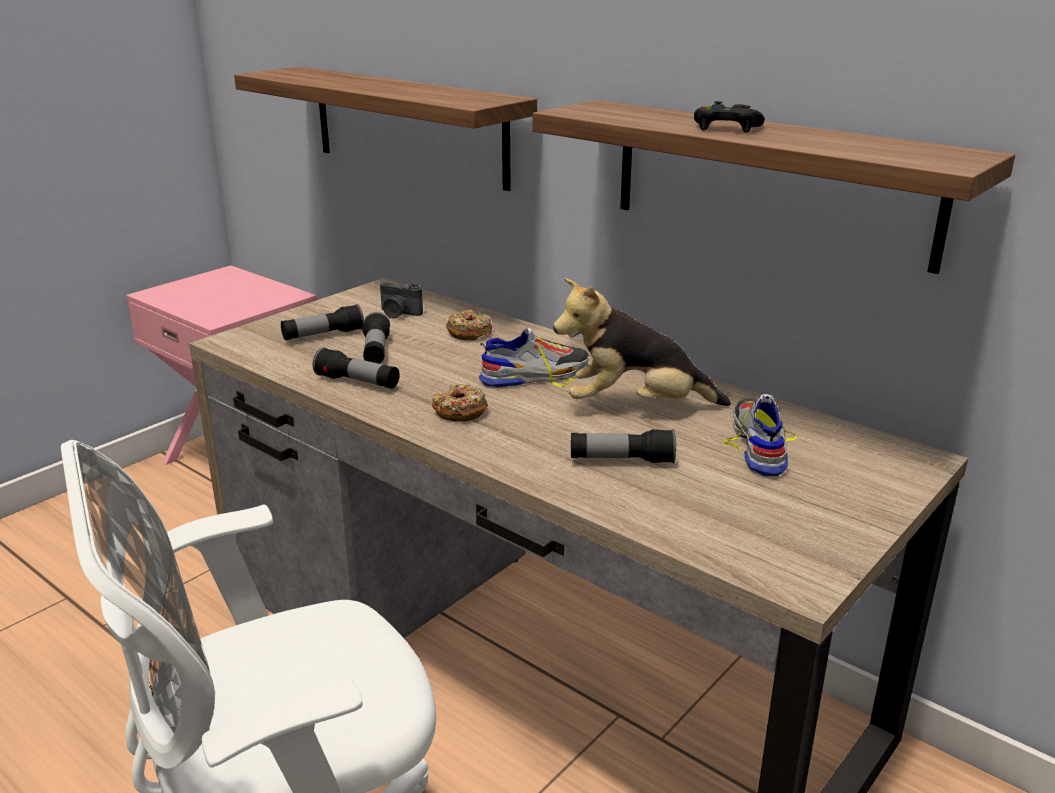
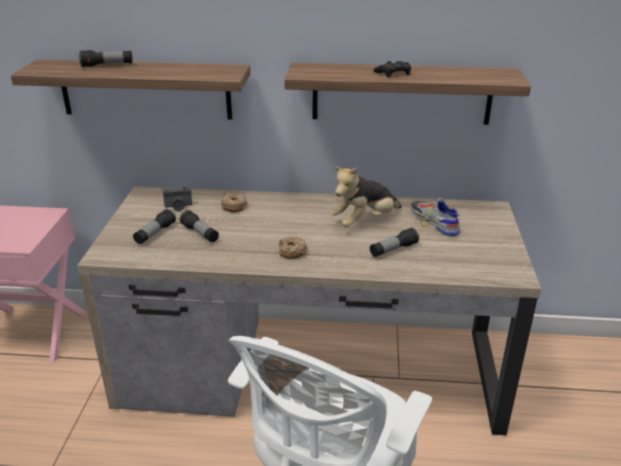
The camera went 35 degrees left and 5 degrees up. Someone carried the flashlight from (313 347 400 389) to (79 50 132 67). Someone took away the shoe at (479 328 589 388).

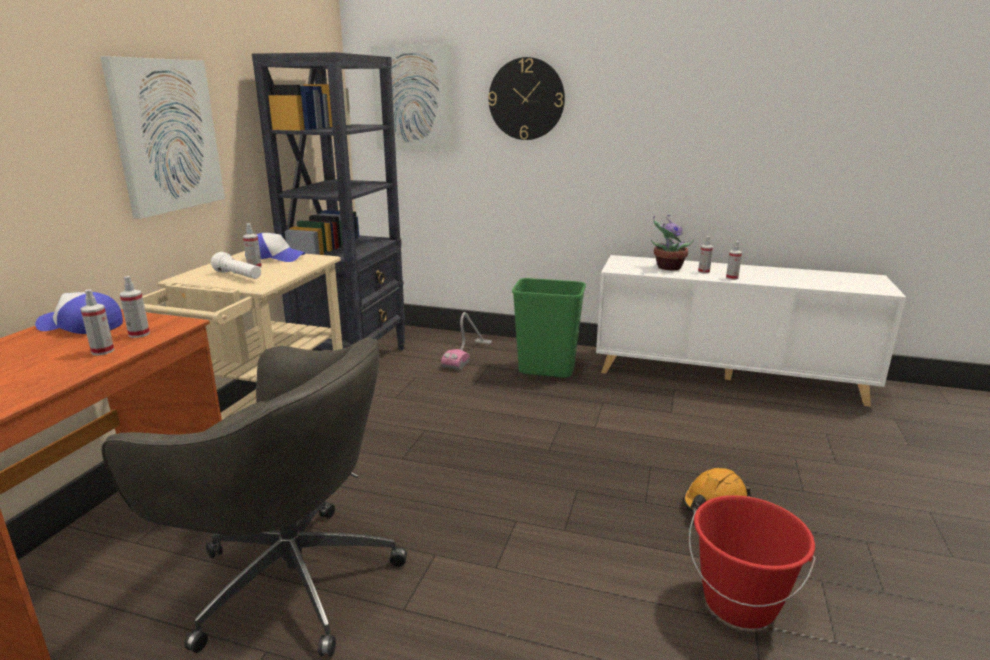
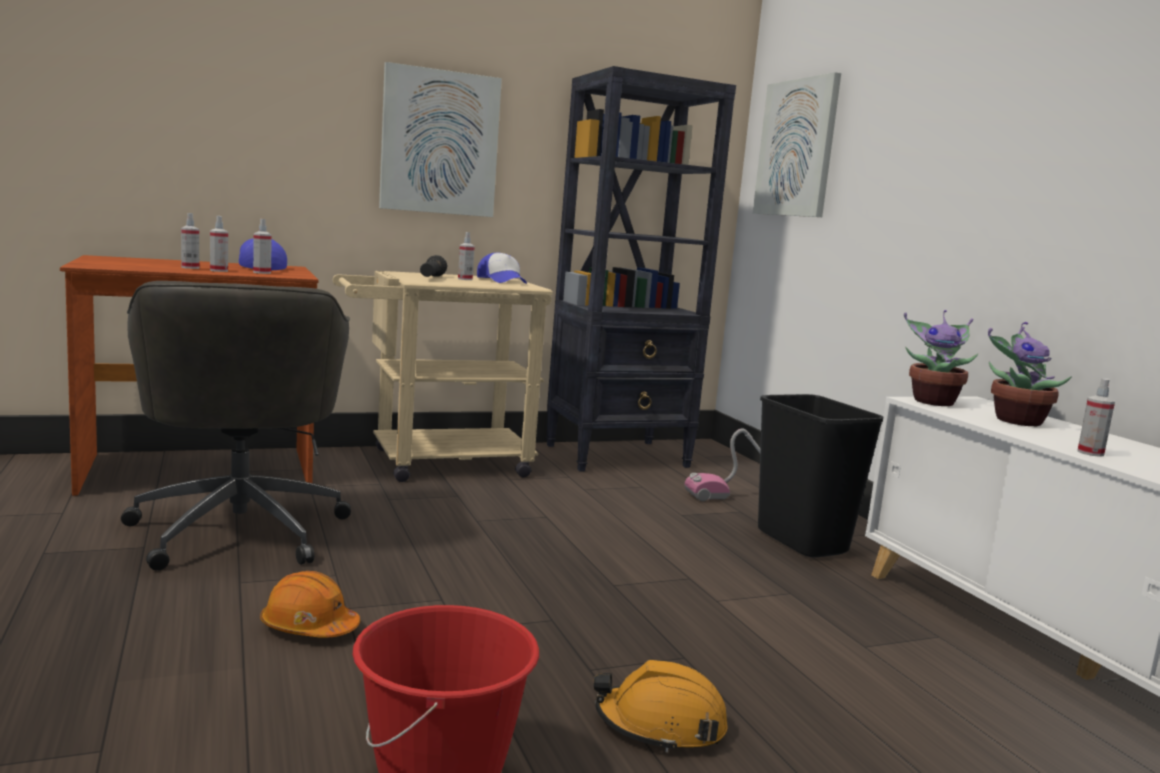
The camera went 50 degrees right and 10 degrees down. Someone repainted the white_flashlight at (211 252 261 279), which became the black_flashlight at (420 255 447 277). Someone took away the wall_clock at (488 57 565 140). Someone repainted the green_trash_can at (512 278 586 378), which became the black_trash_can at (758 394 884 558). Someone carried the spray_bottle from (698 236 713 274) to (181 213 199 269). Someone put down the orange_hard_hat at (260 571 360 638). Someone put down the potted_plant at (904 310 979 406).

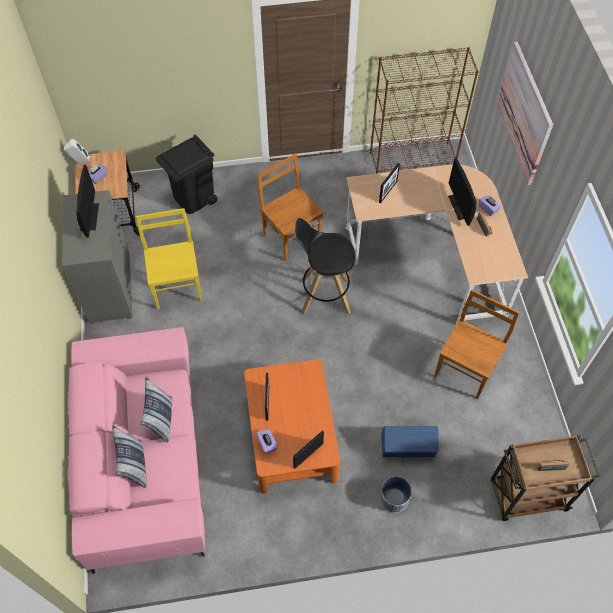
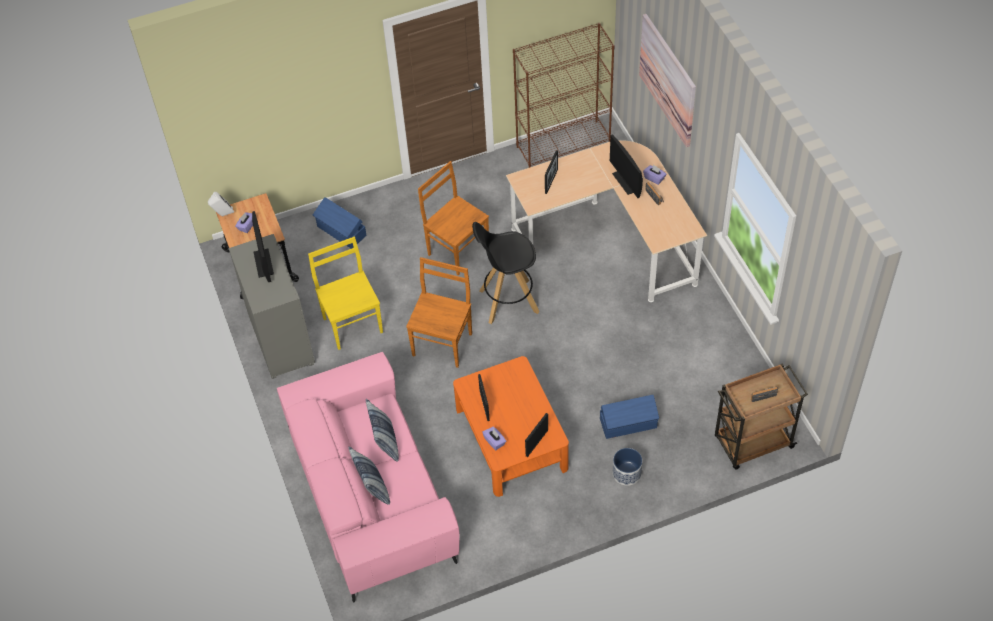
The camera went 10 degrees left and 5 degrees down. Someone swapped the black_trash_can at (156 135 218 214) for the blue_storage_box at (313 197 366 249). Someone carried the brown_chair from (434 290 520 399) to (406 257 472 368).

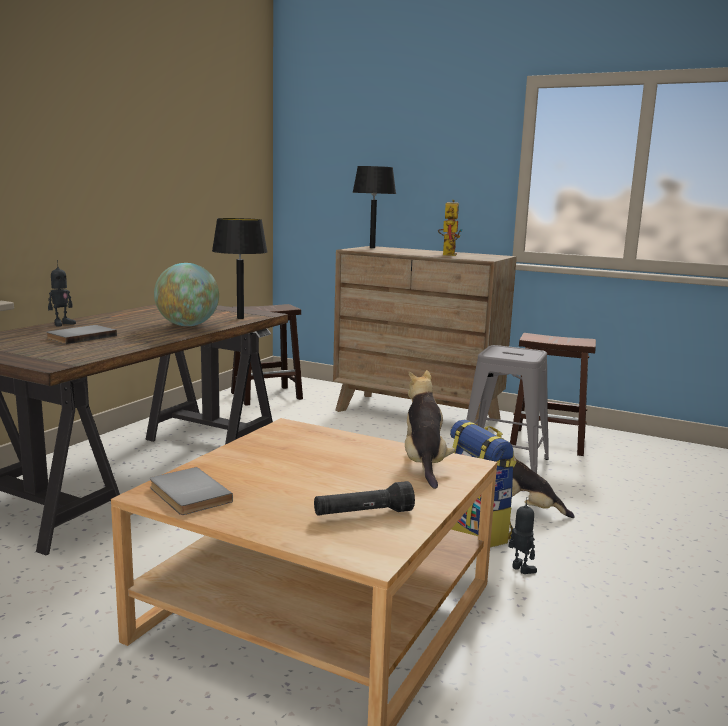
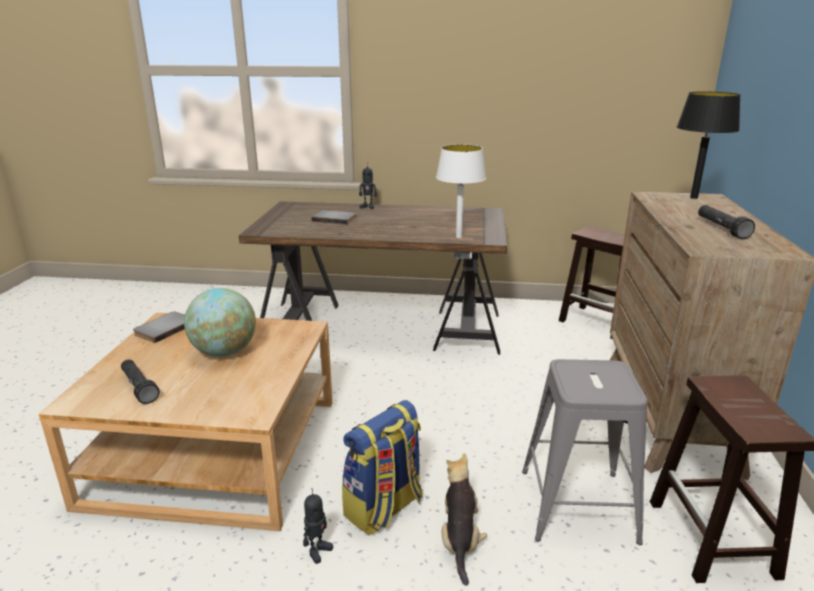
The camera went 70 degrees right and 10 degrees up. Someone carried the globe from (154 263 219 326) to (184 288 256 357). Someone repainted the black_table_lamp at (212 218 268 319), which became the white_table_lamp at (436 144 486 238). Someone took away the plush_toy at (405 370 455 489). Someone swapped the toy_robot at (438 200 462 256) for the black_flashlight at (698 205 755 239).

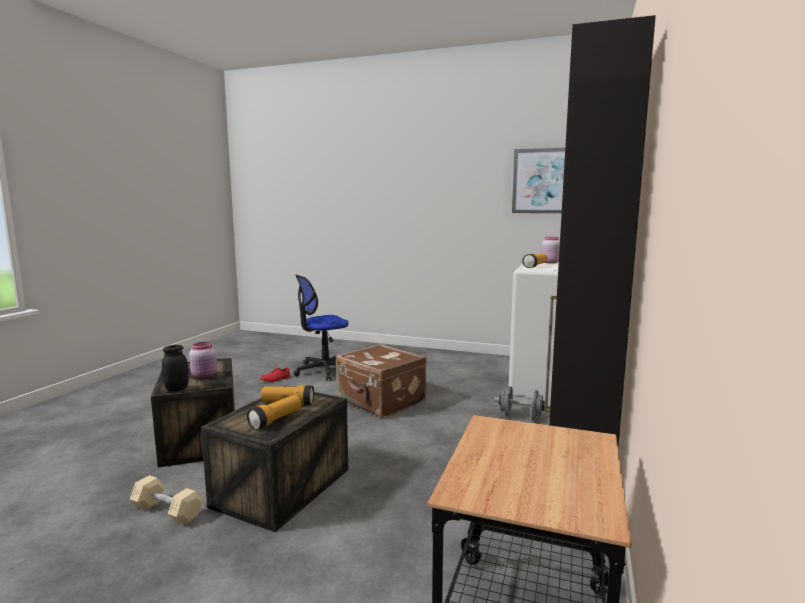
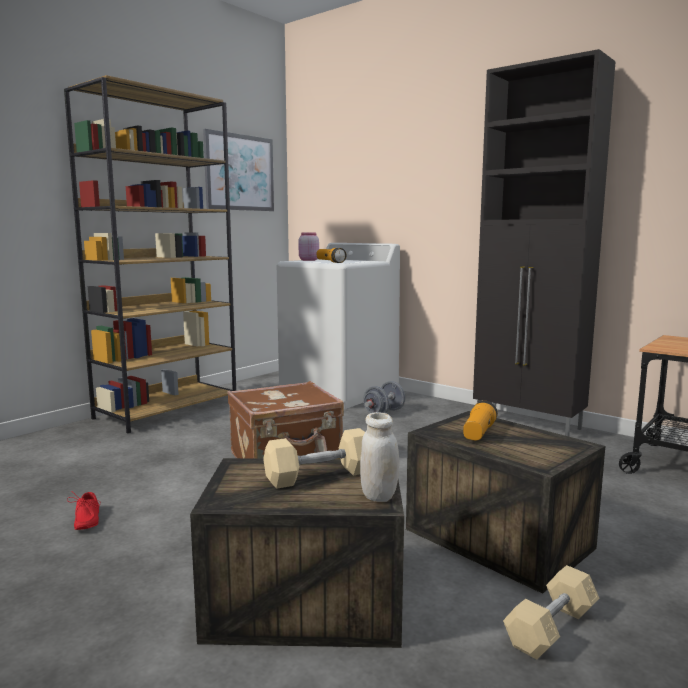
The camera went 70 degrees left and 0 degrees up. Someone repainted the black_jar at (162 345 189 392), which became the white_jar at (360 412 399 502). Someone swapped the pink_jar at (189 342 217 379) for the beige_dumbbell at (263 428 365 489). Someone took away the flashlight at (247 395 301 430). Someone took away the office_chair at (293 274 349 381). Someone put down the brown_bookcase at (64 75 236 433).

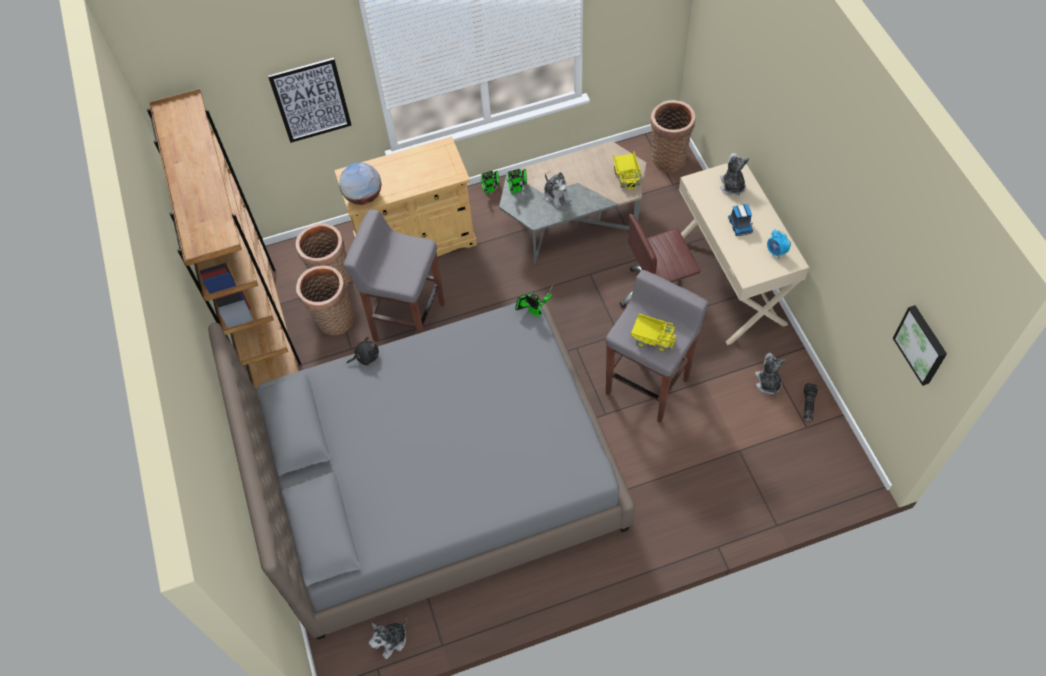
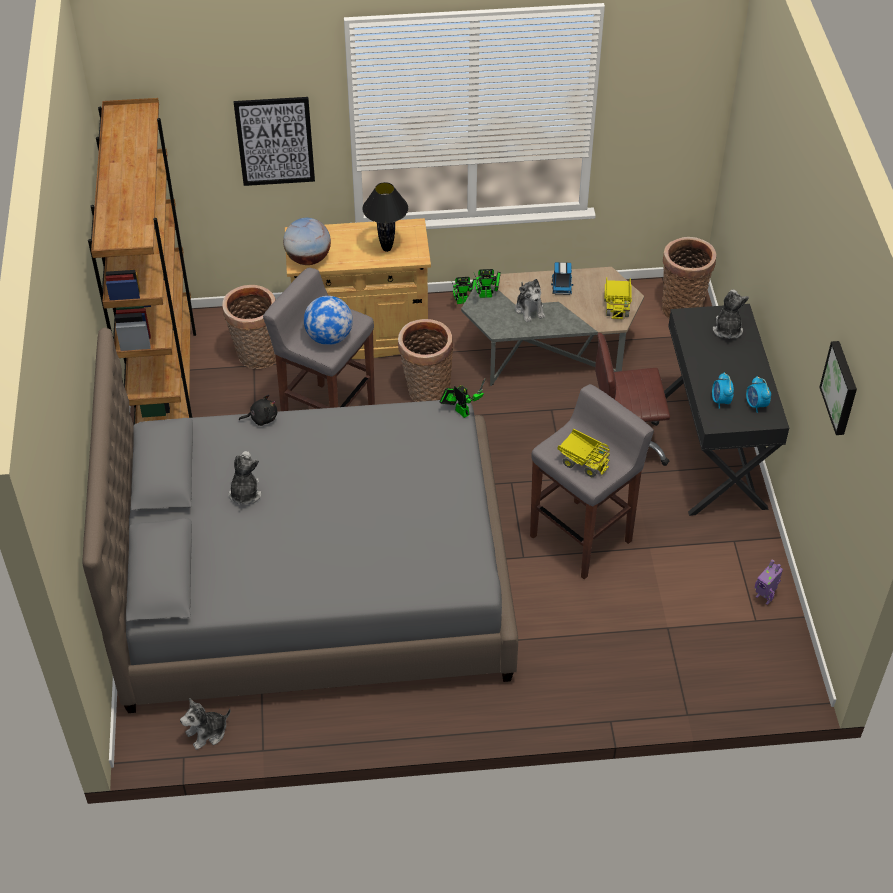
The camera went 10 degrees right and 10 degrees down. Someone carried the basket from (296 265 354 335) to (398 319 453 402). Someone repainted the beige_desk at (679 158 809 345), which became the black_desk at (664 304 789 516). Someone carried the toy_truck from (728 204 753 236) to (551 262 573 295). Someone carried the plush_toy from (755 353 785 396) to (229 451 262 505). Someone swapped the flashlight at (803 383 818 422) for the toy_robot at (754 560 783 605). Someone carried the picture from (893 305 947 386) to (819 341 857 435). Someone put down the globe at (304 296 353 345). Someone put down the black_table_lamp at (362 182 408 252). Someone put down the alarm_clock at (712 372 734 409).

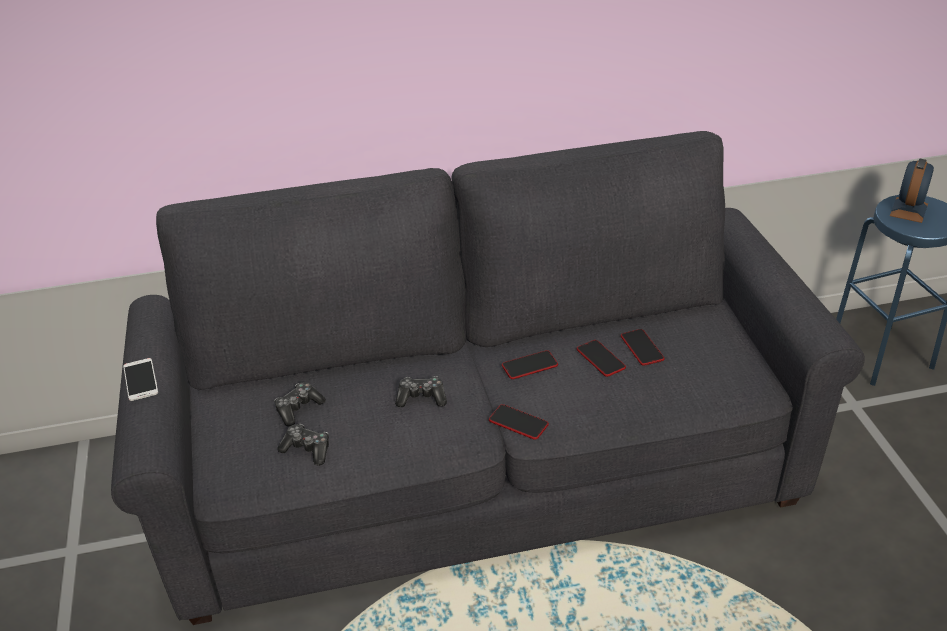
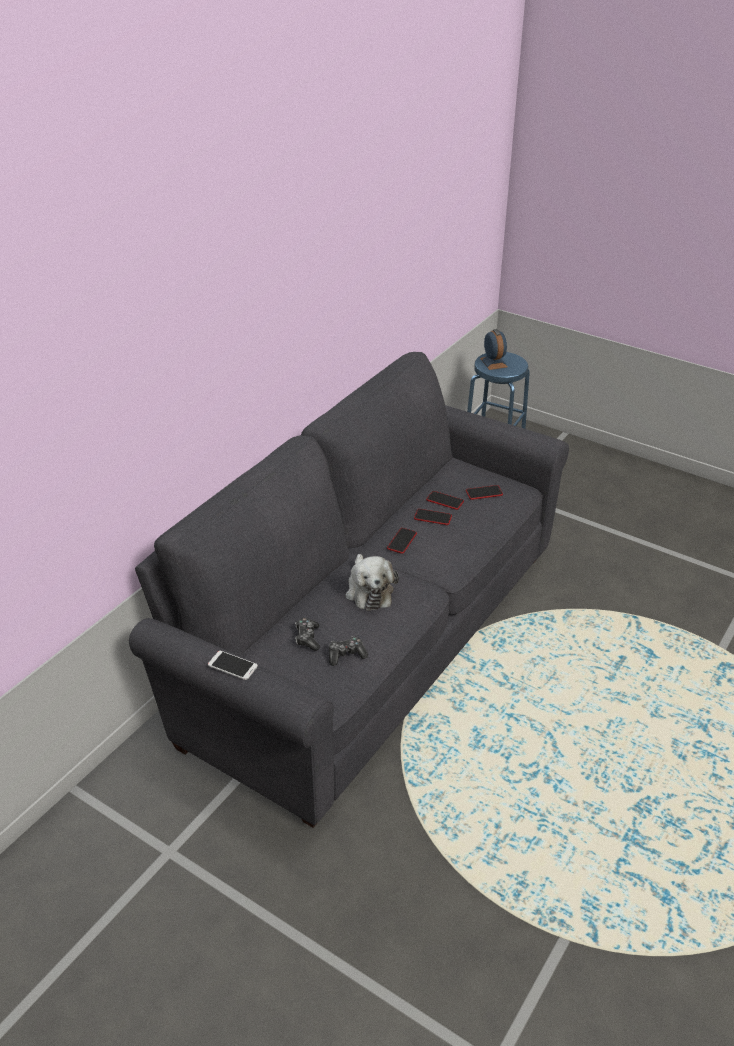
The camera went 45 degrees left and 0 degrees up. Someone swapped the game_controller at (395 376 447 407) for the plush_toy at (345 554 399 611). Someone carried the phone from (489 404 549 440) to (466 485 503 500).

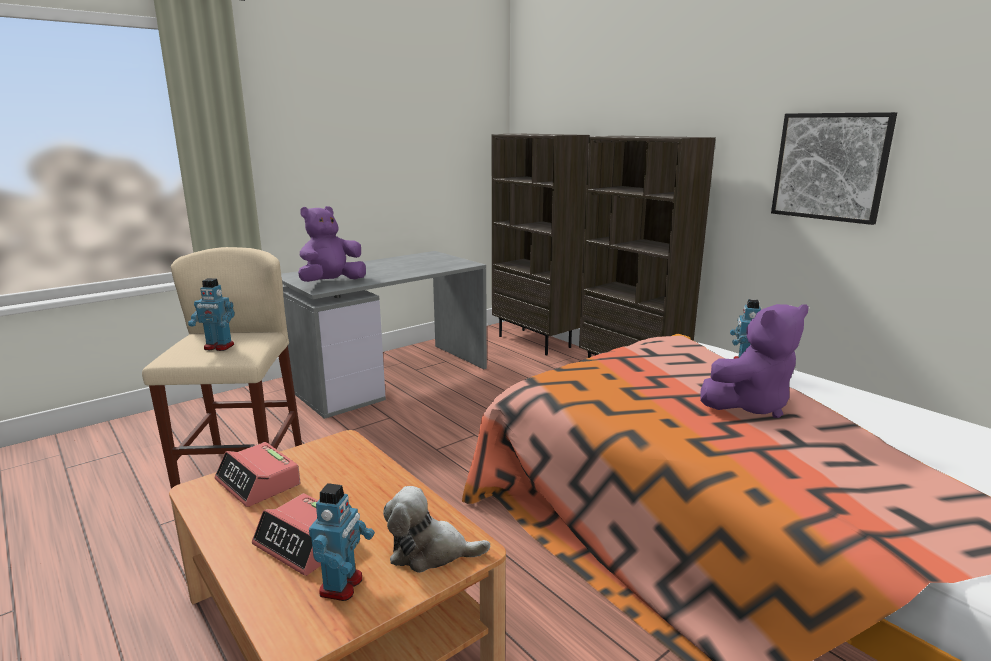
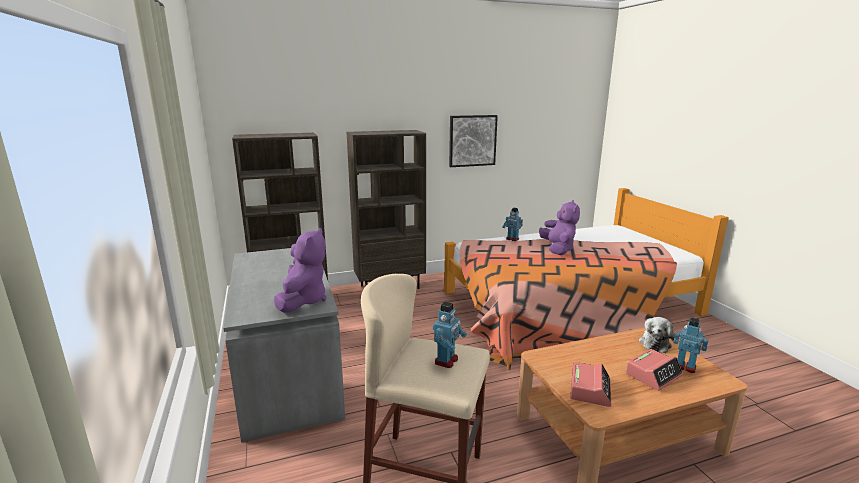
The camera went 70 degrees left and 0 degrees up. Someone rotated the alarm_clock at (215 442 300 507) by 45 degrees counterclockwise. Someone rotated the purple_plush_toy at (298 206 366 282) by 150 degrees counterclockwise.

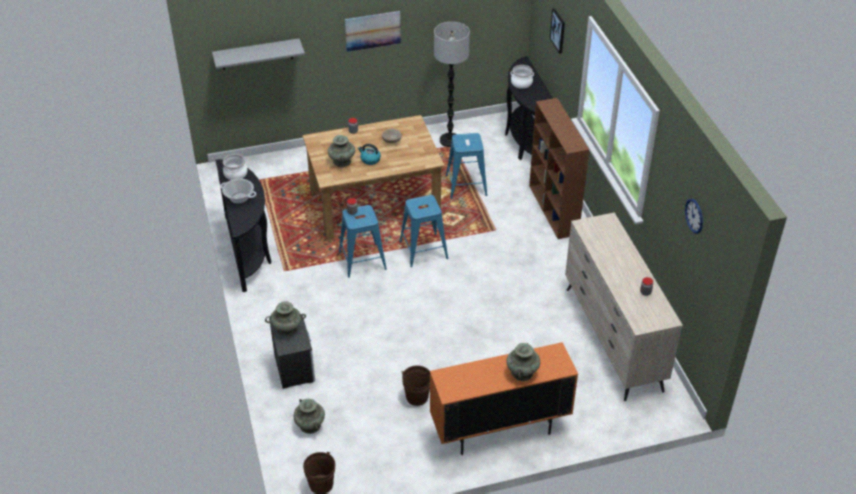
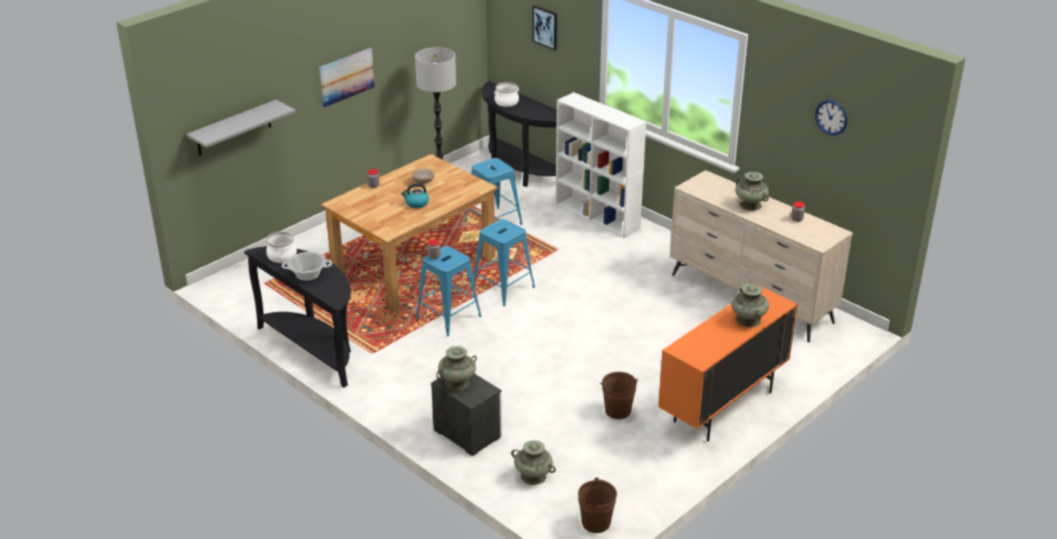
The camera went 30 degrees left and 10 degrees down. Someone carried the turquoise_vase from (328 135 355 167) to (735 172 769 211). Someone repainted the brown_bookcase at (529 98 589 239), which became the white_bookcase at (555 92 646 238).

